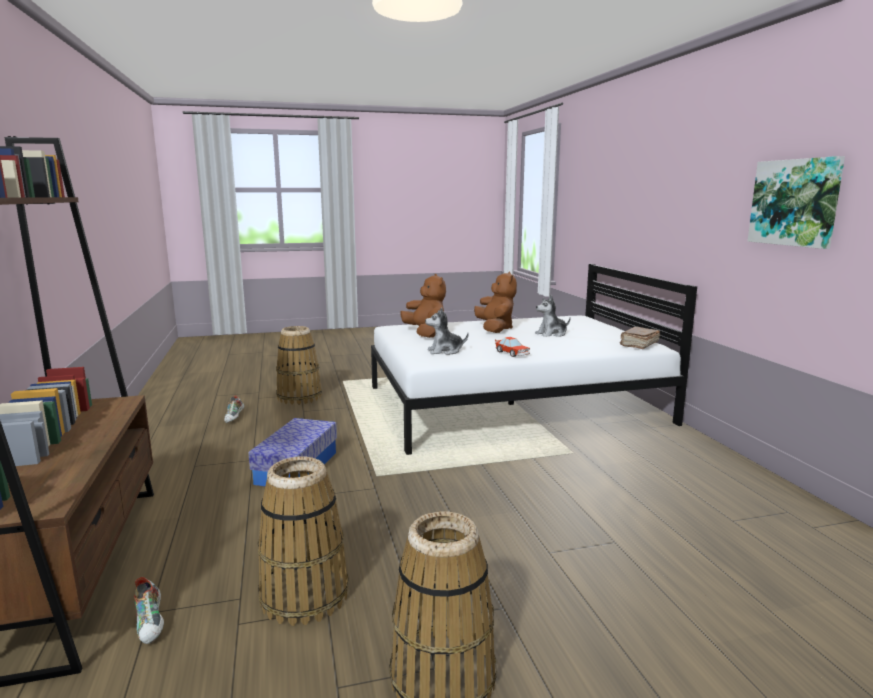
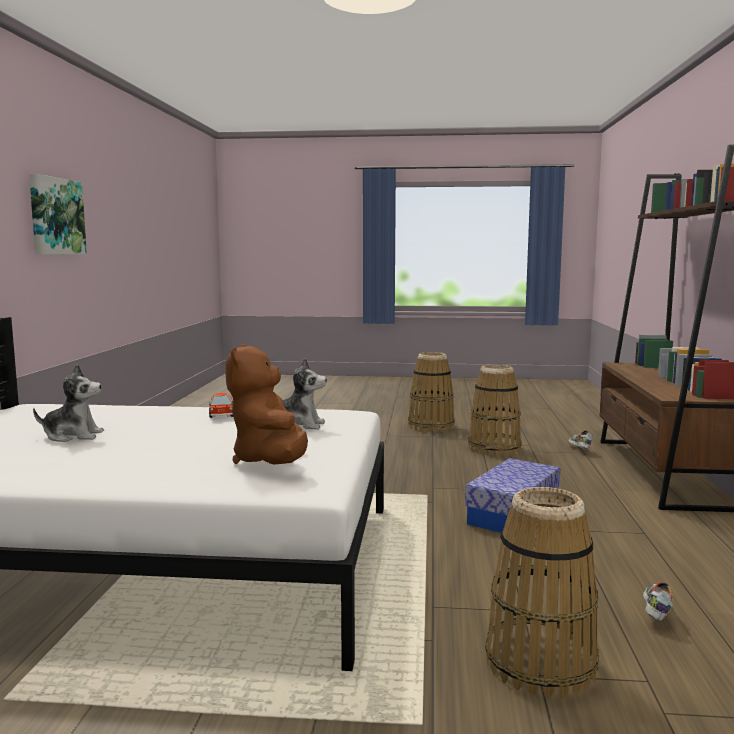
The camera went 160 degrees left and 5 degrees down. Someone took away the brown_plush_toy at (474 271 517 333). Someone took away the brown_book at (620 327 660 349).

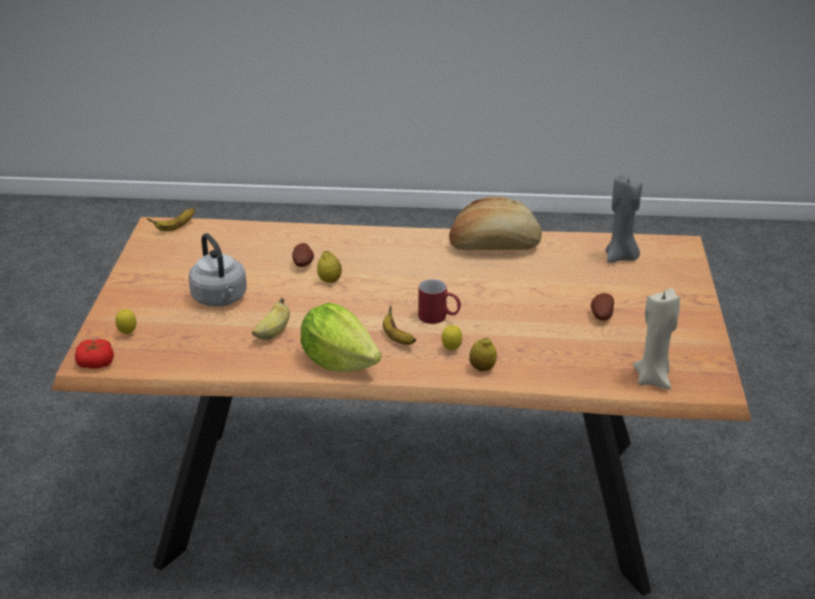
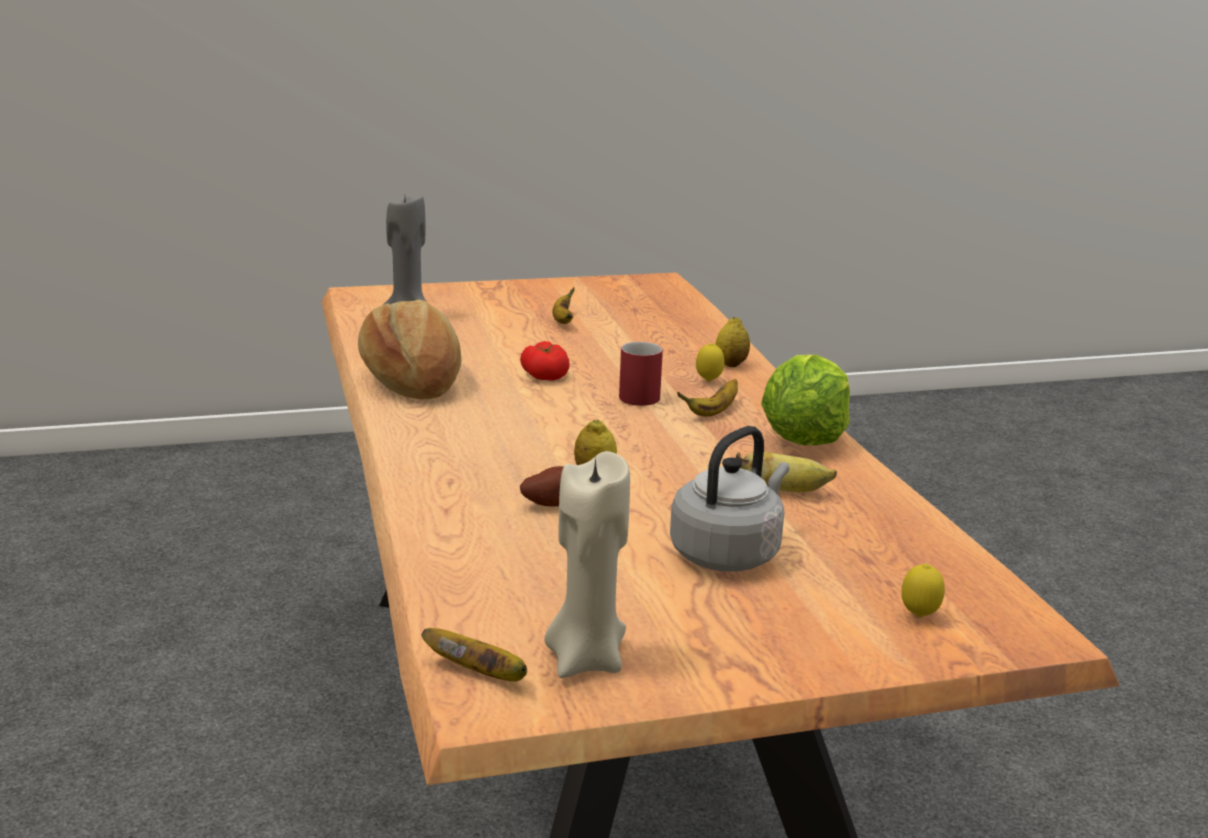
The camera went 110 degrees left and 10 degrees down. Someone carried the tomato from (75 339 114 369) to (520 341 570 380). Someone swapped the potato at (590 293 614 320) for the banana at (552 287 574 324). Someone carried the beige_candle from (633 288 680 390) to (544 451 630 678).

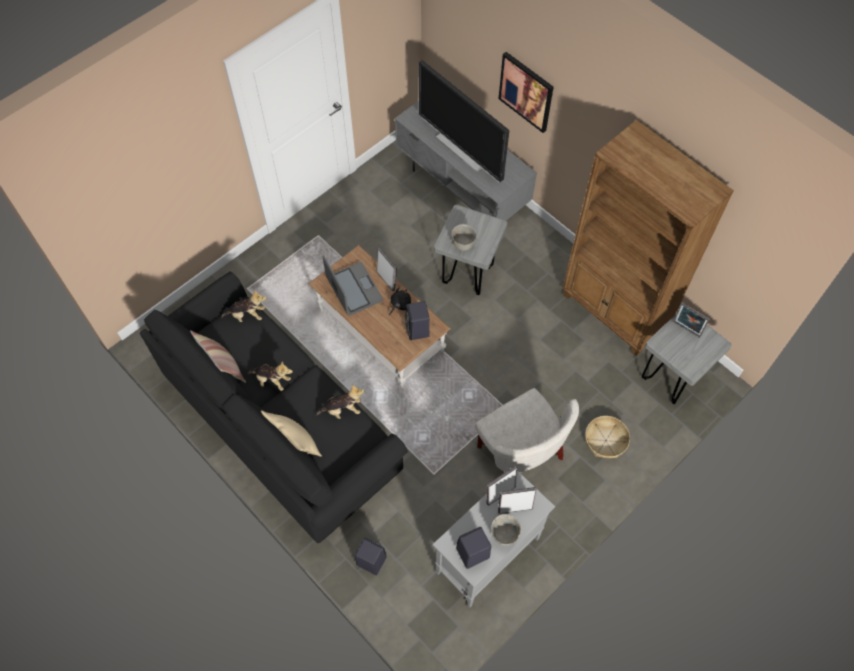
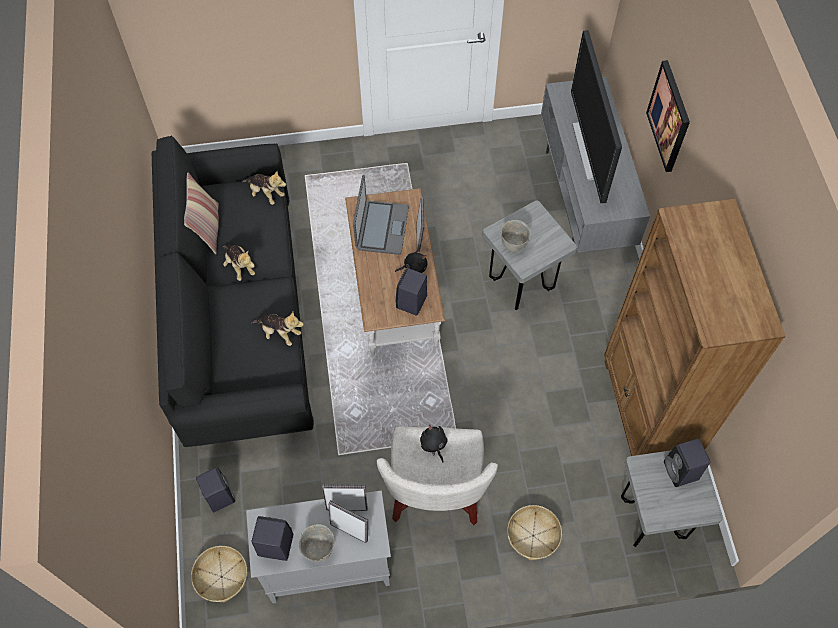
The camera went 35 degrees right and 0 degrees up. Someone took away the beige_pillow at (261 410 322 457). Someone swapped the picture_frame at (673 302 710 338) for the black_speaker at (664 438 710 487). Someone put down the basket at (191 546 247 602). Someone put down the black_plush_toy at (420 424 448 463).

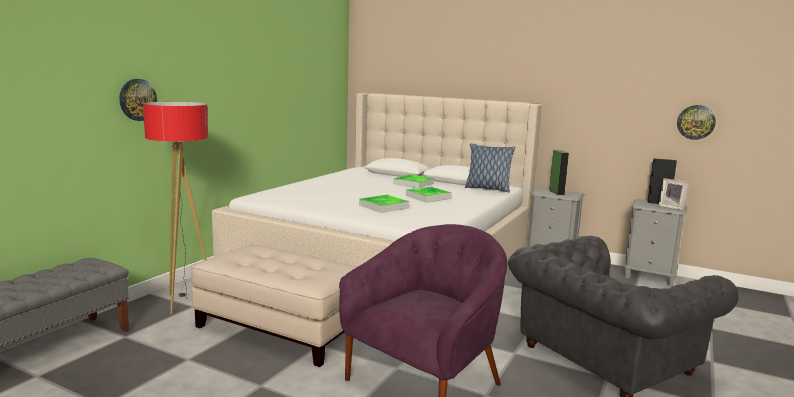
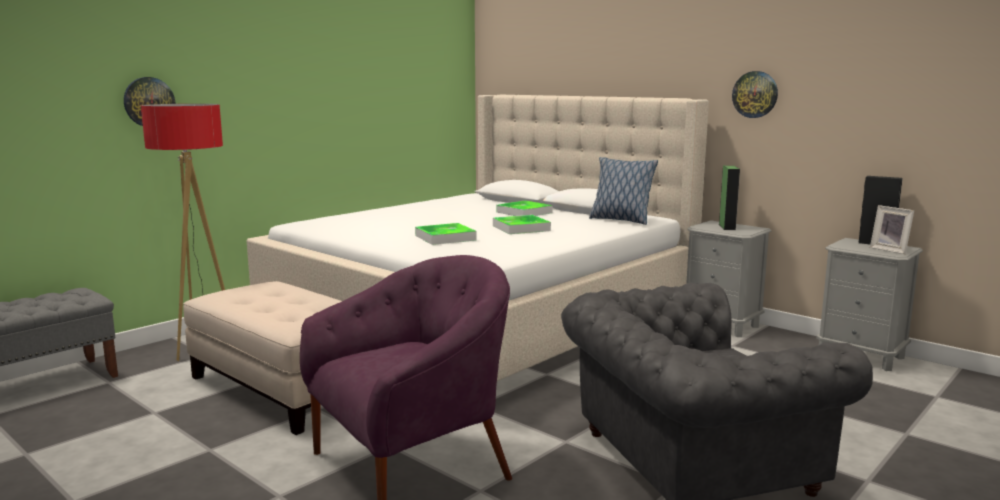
The camera went 15 degrees right and 0 degrees up. Someone carried the wall_clock from (677 105 716 140) to (732 71 778 118).

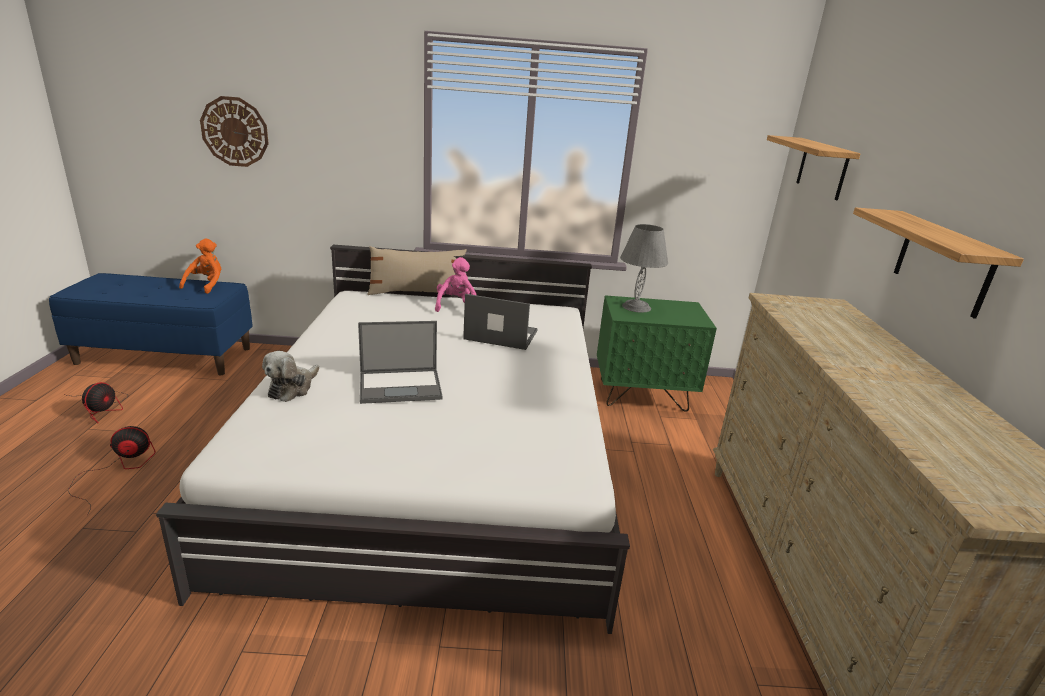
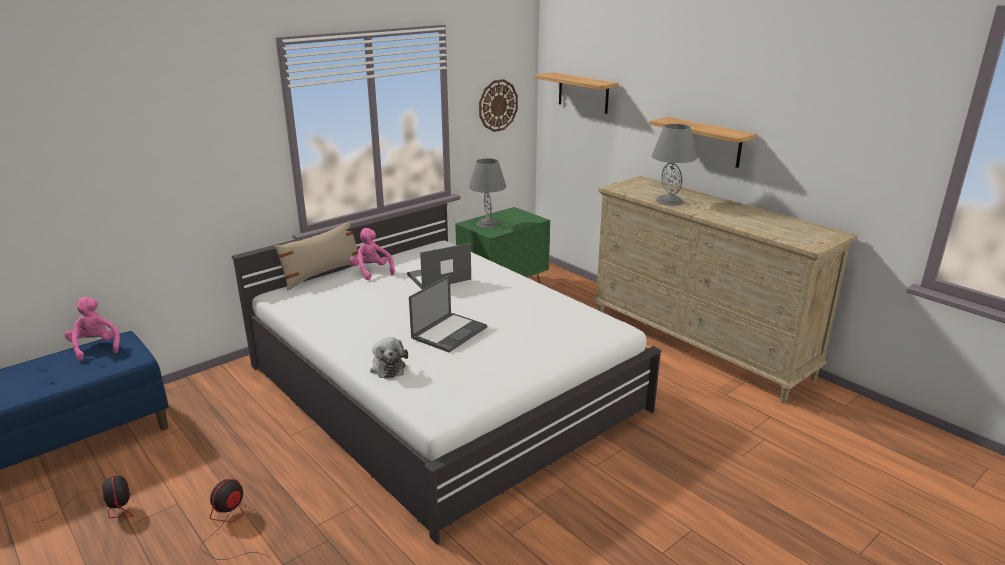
The camera went 40 degrees left and 0 degrees up. Someone repainted the orange_plush_toy at (179 239 221 294), which became the pink_plush_toy at (64 297 120 361). Someone carried the wall_clock from (200 96 269 167) to (479 79 518 132). Someone put down the grey_table_lamp at (652 124 697 206).

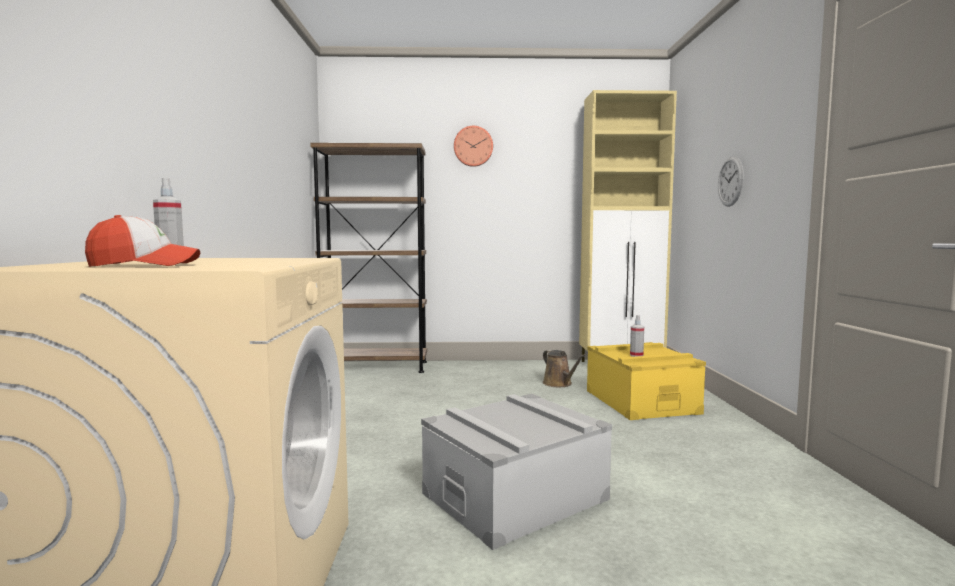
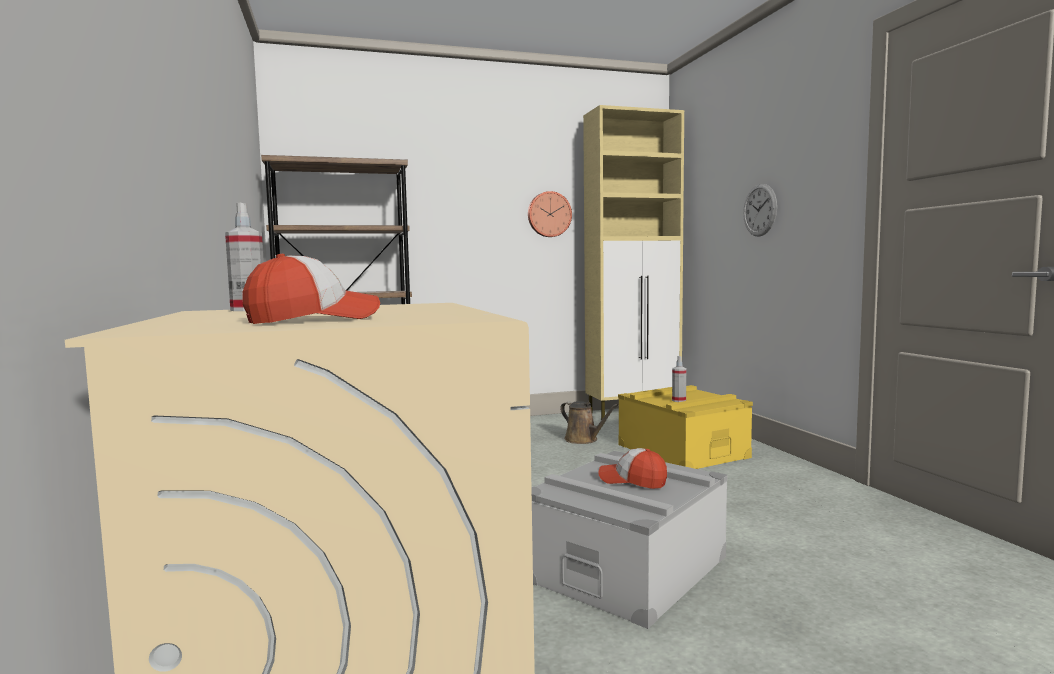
The camera went 15 degrees left and 0 degrees up. Someone carried the wall_clock from (454 126 493 167) to (528 191 572 237). Someone put down the cap at (598 448 667 489).

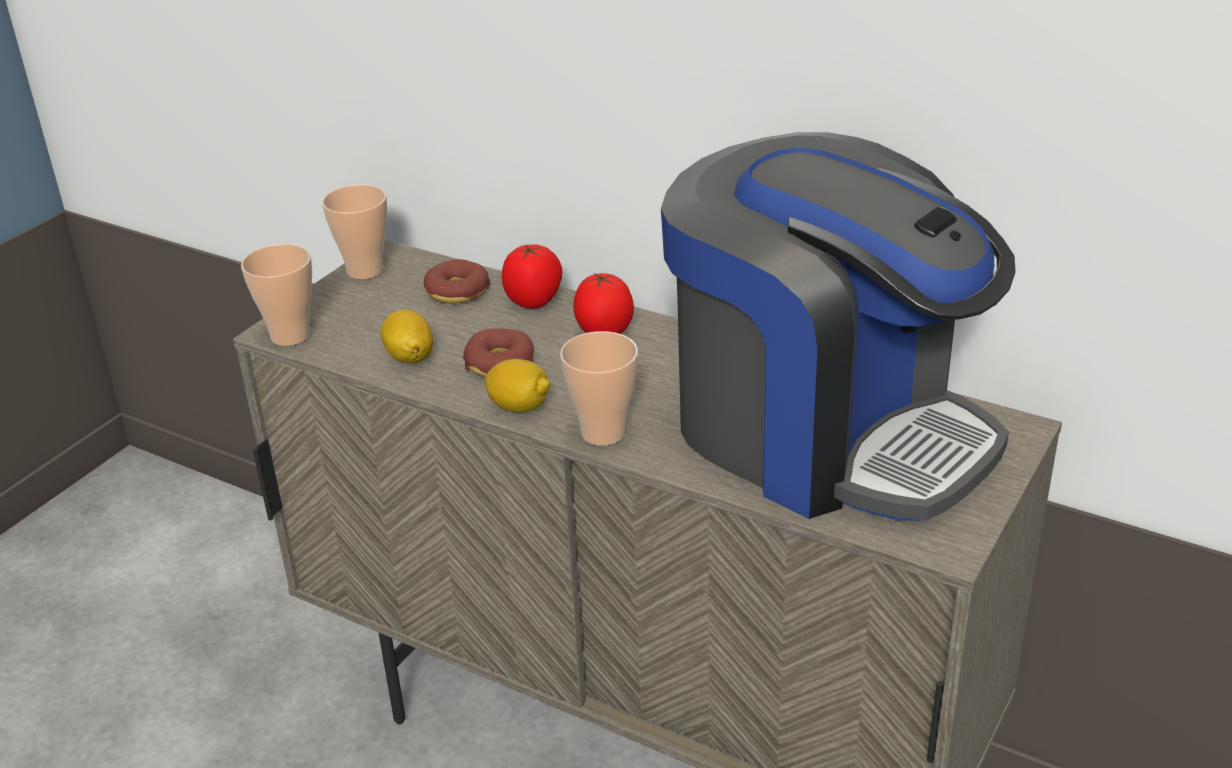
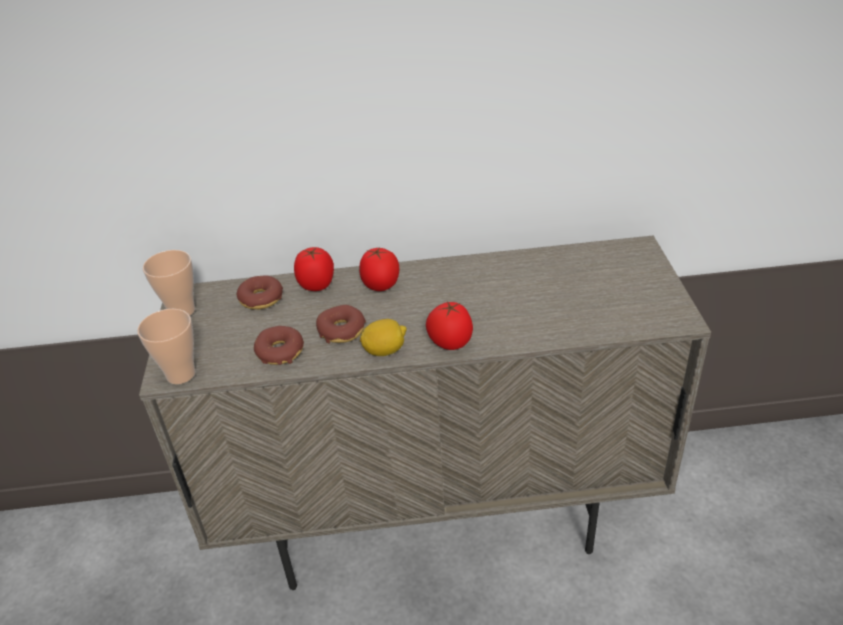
The camera went 35 degrees left and 5 degrees up. Someone swapped the lemon at (381 310 433 364) for the donut at (254 326 304 365). Someone swapped the cup at (560 331 638 446) for the tomato at (426 301 473 350). Someone took away the coffee_machine at (661 132 1015 521).

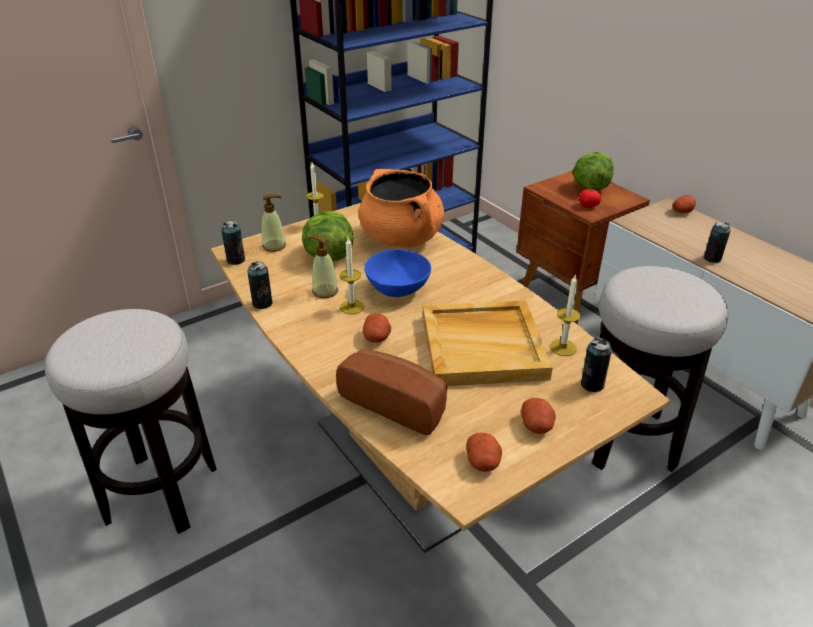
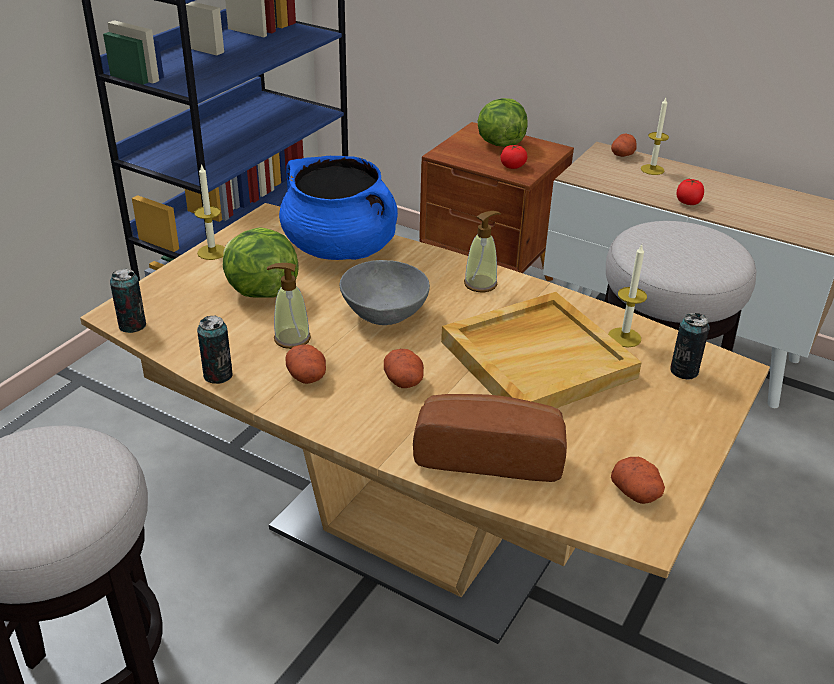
The camera went 25 degrees left and 0 degrees up. Someone carried the soap_dispenser from (262 194 286 252) to (464 211 501 292). Someone carried the candle from (339 238 365 314) to (641 98 669 175). Someone repainted the orange_cooking_pot at (359 169 444 248), which became the blue_cooking_pot at (279 156 398 260). Someone repainted the blue_bowl at (364 249 431 297), which became the grey_bowl at (340 260 430 325). Someone carried the potato from (521 398 556 434) to (286 344 326 384). Someone swapped the can at (703 222 731 263) for the tomato at (677 179 704 205).

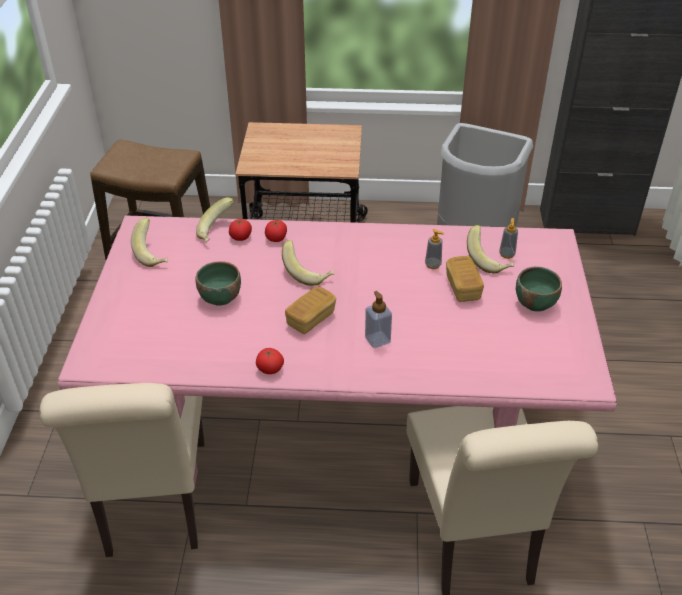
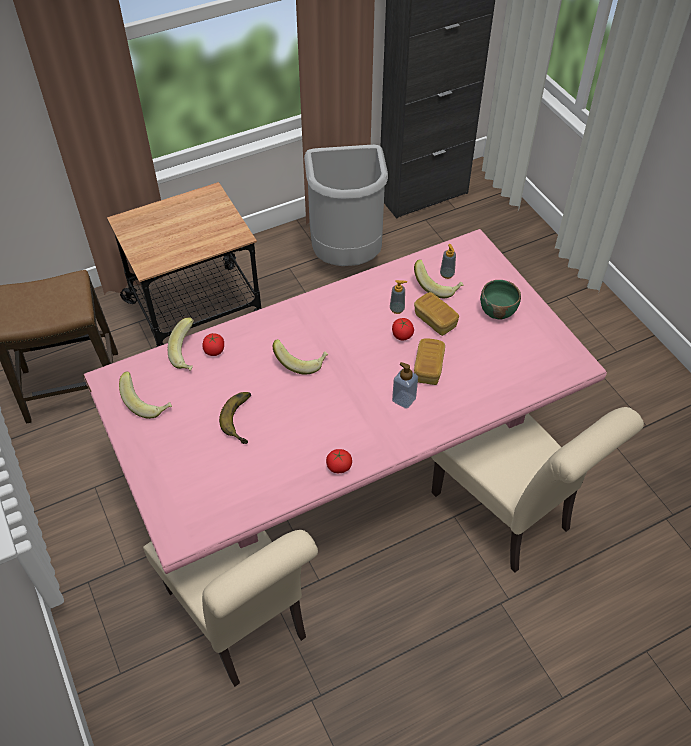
The camera went 30 degrees left and 10 degrees up. Someone swapped the green_bowl at (195 261 241 306) for the banana at (219 392 251 444). Someone carried the tomato from (265 220 287 242) to (392 318 414 340). Someone carried the bread from (285 286 336 334) to (414 338 445 385).

